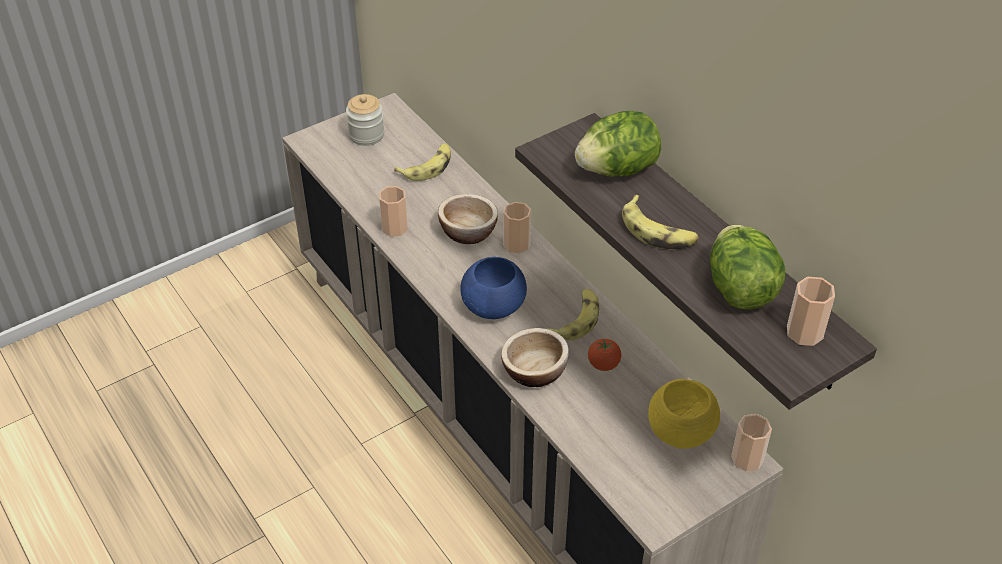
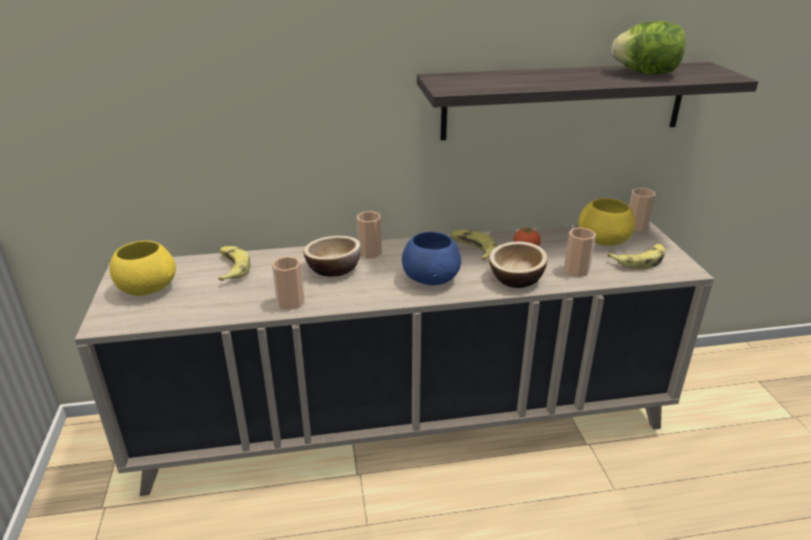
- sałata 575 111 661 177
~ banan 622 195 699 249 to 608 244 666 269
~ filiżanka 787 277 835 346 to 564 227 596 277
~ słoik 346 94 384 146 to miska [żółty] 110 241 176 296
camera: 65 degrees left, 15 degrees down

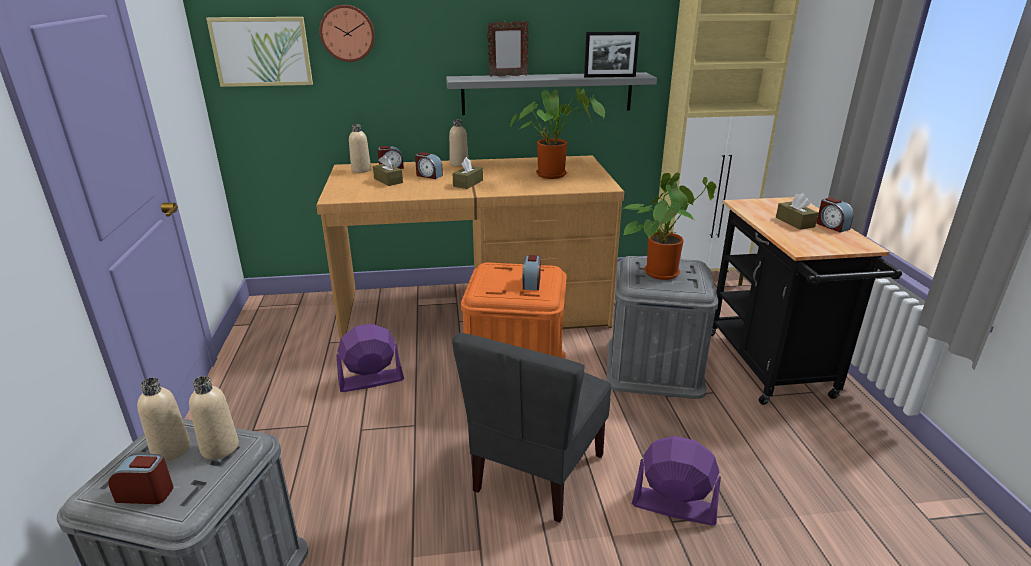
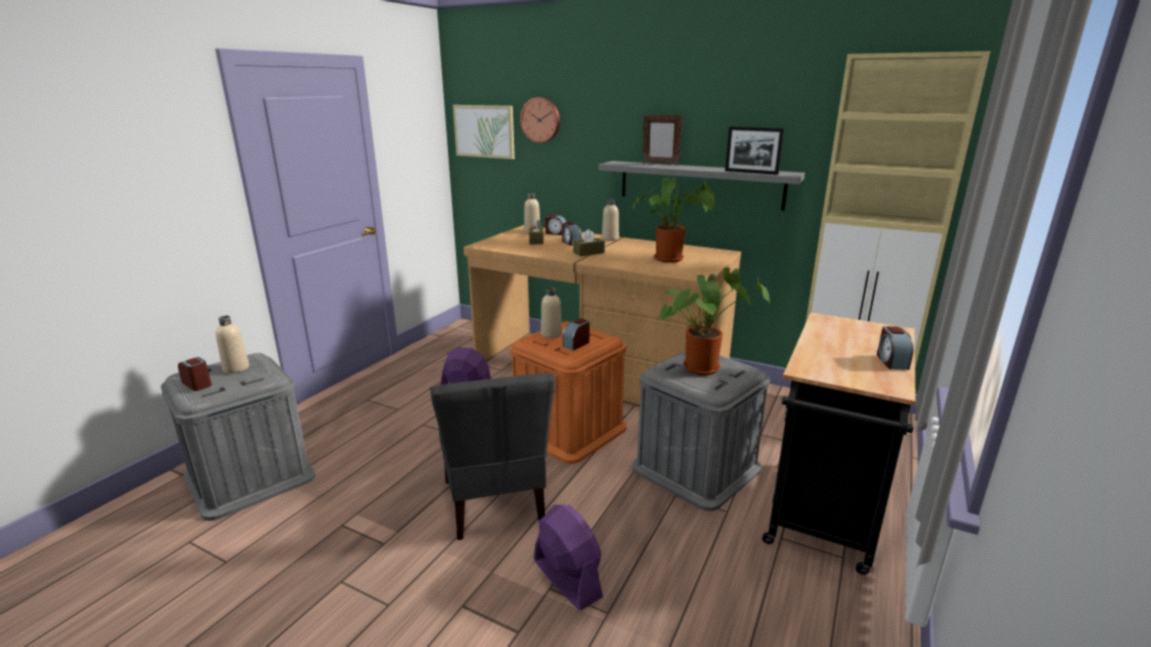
- pudełko chusteczek [brązowy] 776 193 818 230
~ butelka [beżowy] 189 376 239 460 to 541 287 562 338
~ krzesło [szary] 452 333 612 523 = 430 373 555 540 75 degrees counterclockwise
camera: 35 degrees right, 5 degrees down

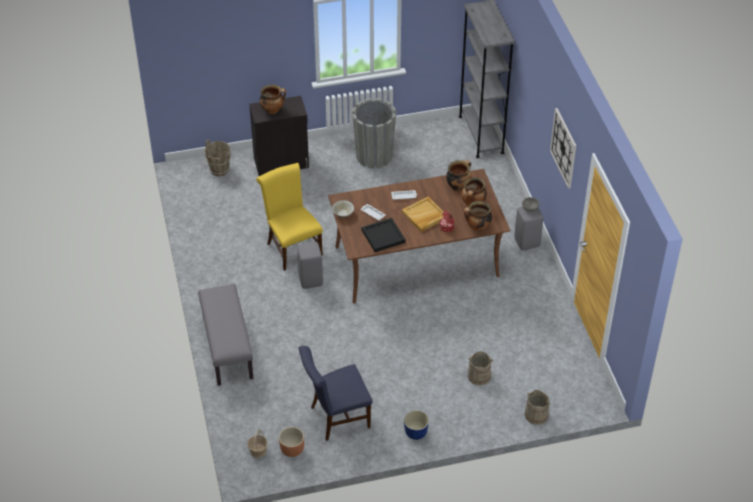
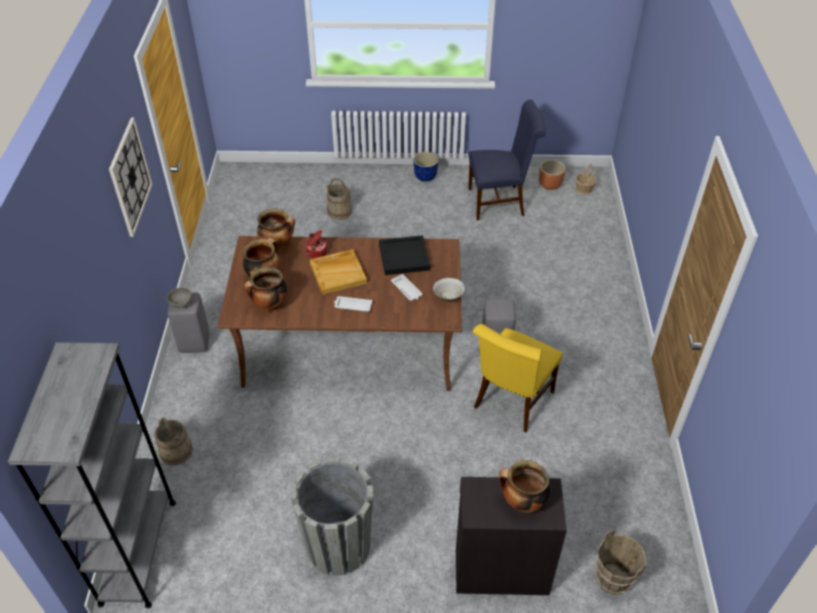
- ławka [szary] 198 284 253 386
~ wiadro [beżowy] 525 390 550 425 to 154 417 193 465
~ krzesło [żółty] 256 163 323 271 = 473 324 563 432 45 degrees clockwise
camera: 165 degrees left, 0 degrees up

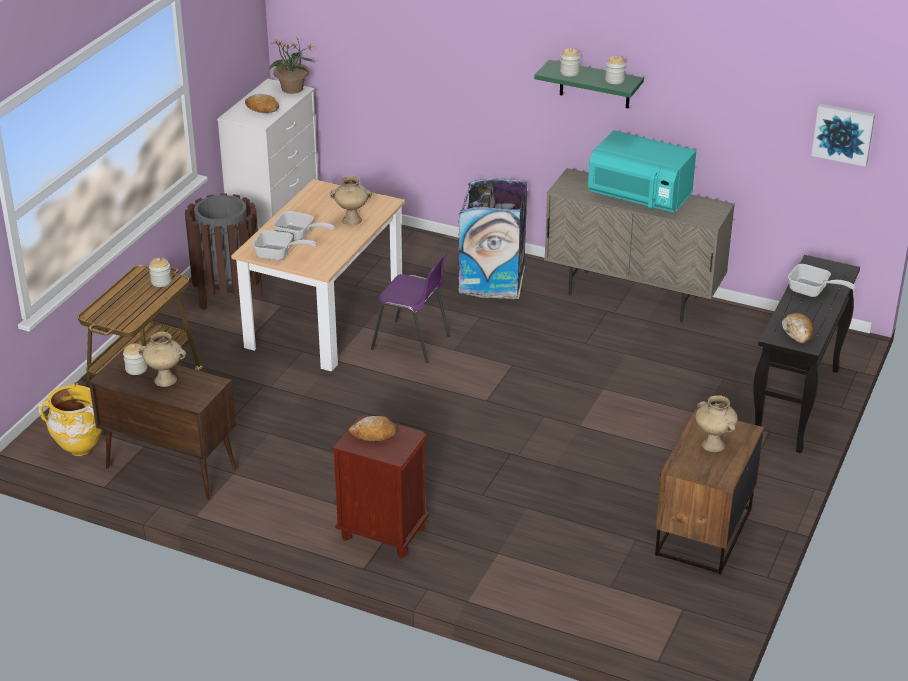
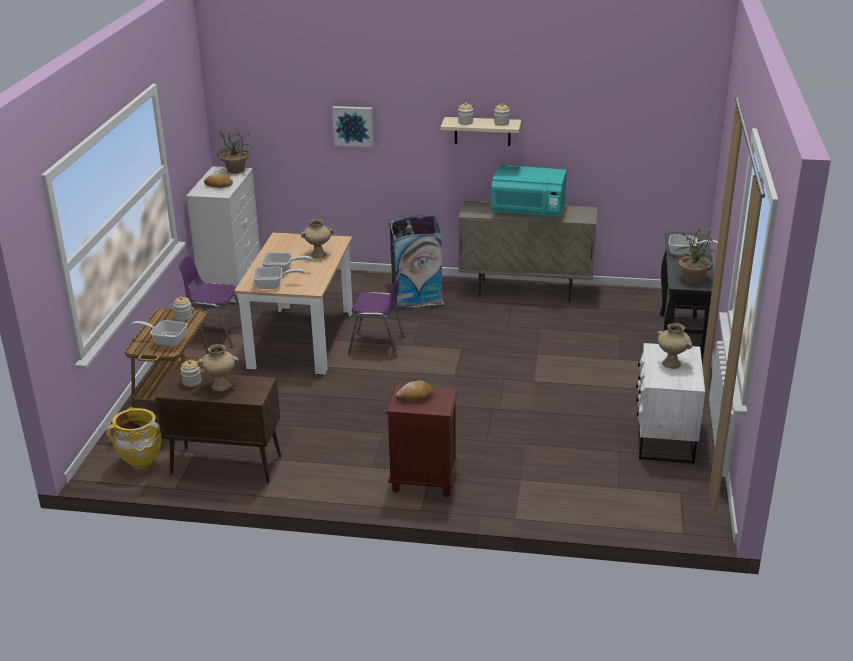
+ patelnia 132 320 188 346
~ obraz 811 104 875 167 to 332 106 374 147
~ kosz na śmieci [brązowy] 185 193 263 310 to krzesło [fioletowy] 179 255 240 348
~ chleb 782 313 813 344 to roślina doniczkowa 676 228 715 284
~ półka [zielony] 534 60 644 109 to półka [beżowy] 440 117 521 146
~ szafka nocna [brązowy] 655 410 764 575 to szafka nocna [biały] 636 343 705 464
camera: 15 degrees left, 5 degrees down

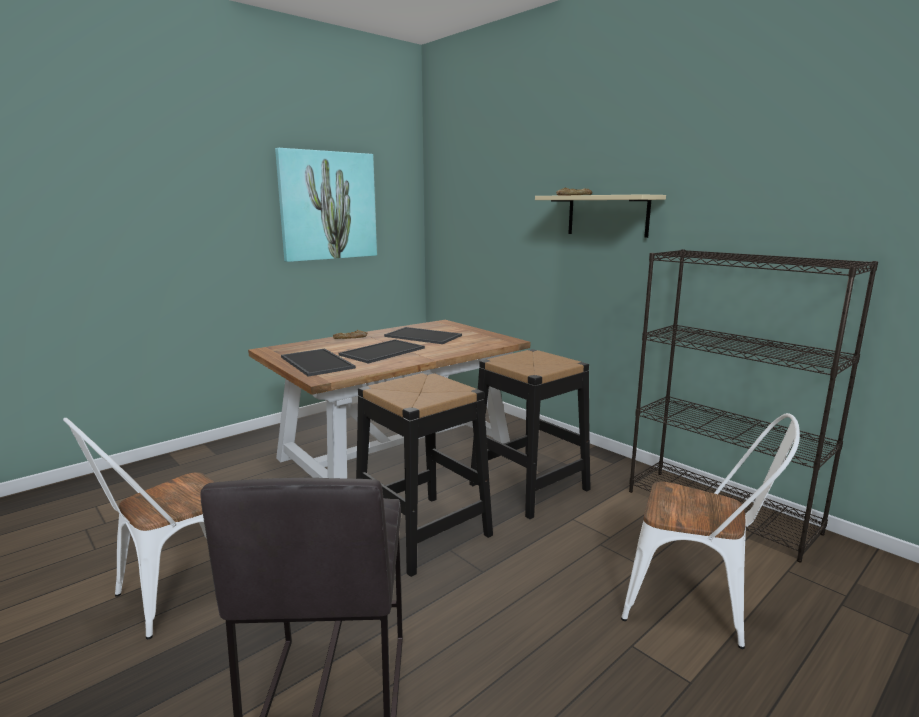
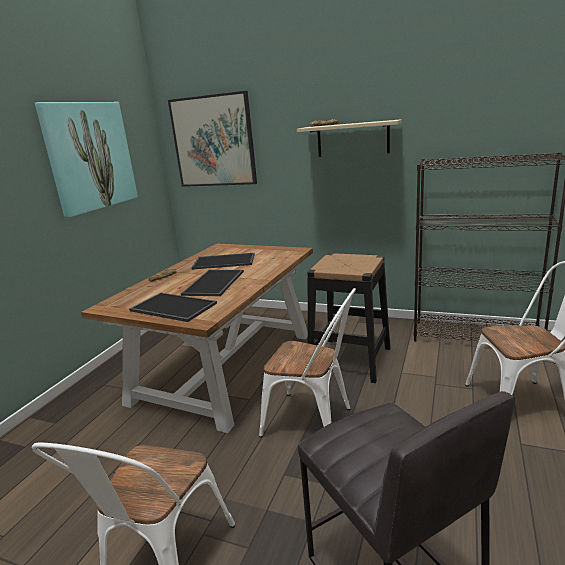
+ obraz 168 91 257 187
~ stołek [czarny] 356 372 493 577 to krzesło [biały] 259 288 356 438
camera: 25 degrees left, 5 degrees up

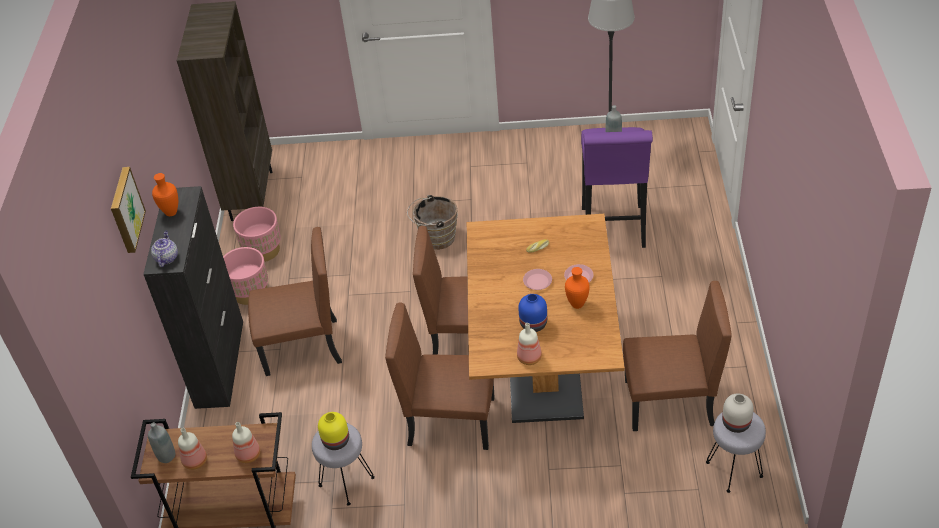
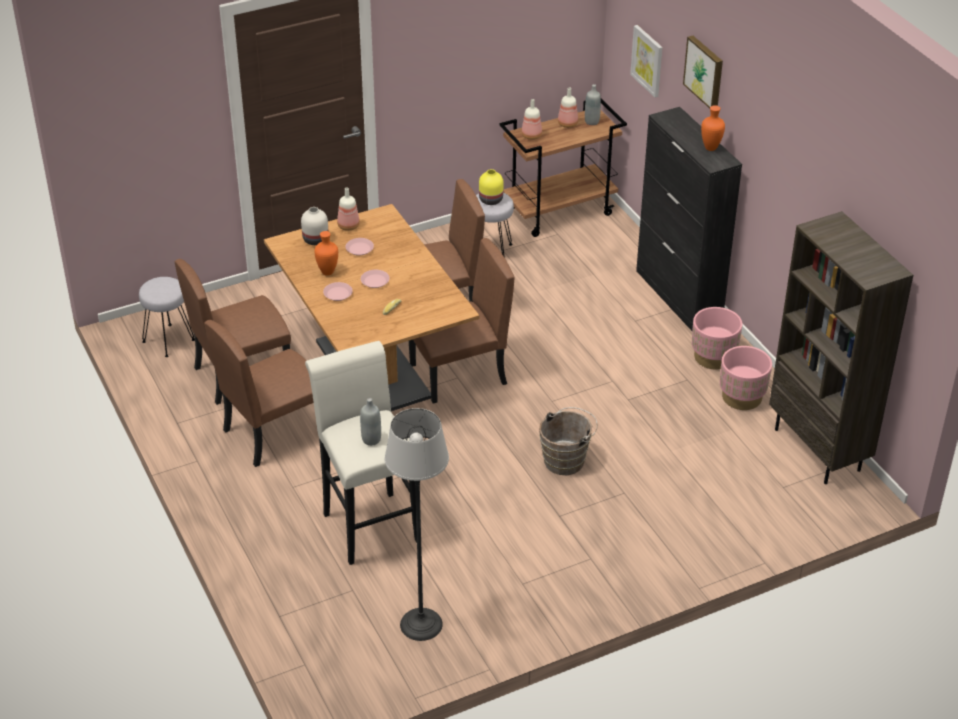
- imbryk 151 231 178 267
+ obraz 630 25 663 98
~ krzesło [brązowy] 248 227 342 376 to 204 320 314 467
~ wazon [biały] 722 394 754 433 to 301 207 328 245
~ wazon [niebieski] 518 294 547 332 to talerz [różowy] 345 238 374 256
~ stołek [fioletowy] 581 127 653 248 to stołek [biały] 305 341 417 565
camera: 150 degrees right, 5 degrees down

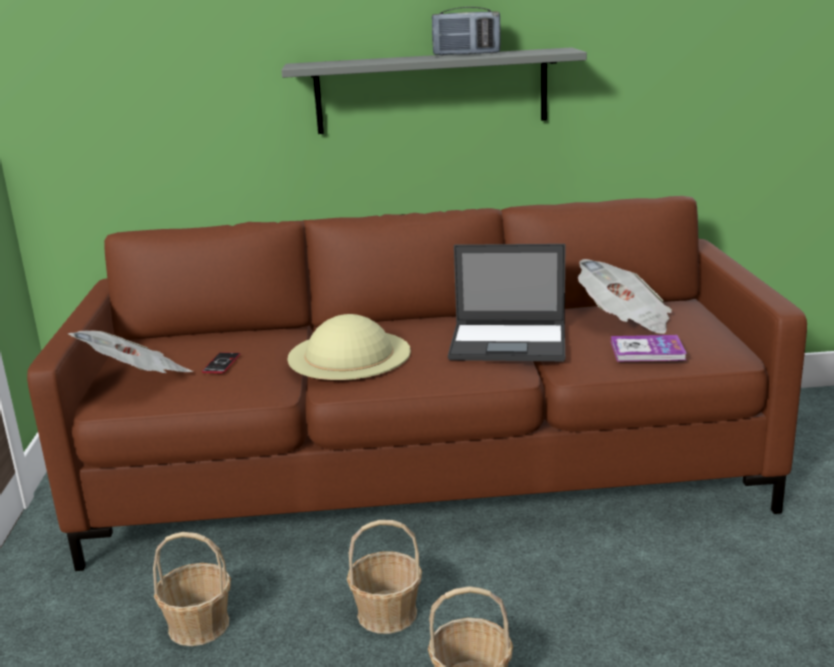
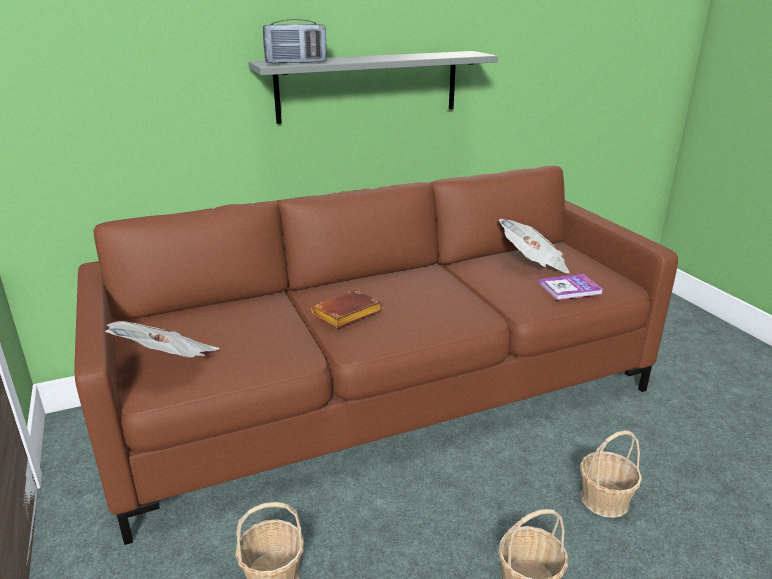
- telefon 202 352 240 373
- laptop 448 244 566 361
~ koszyk 347 520 422 634 to 580 430 642 518
~ radio 432 7 501 56 to 263 19 326 64
~ kapelusz [beżowy] 287 314 411 380 to książka [brązowy] 311 290 382 328
camera: 20 degrees left, 5 degrees up

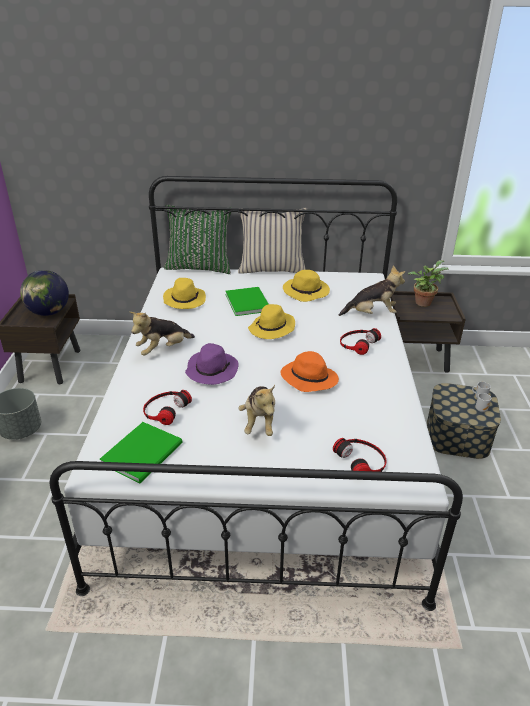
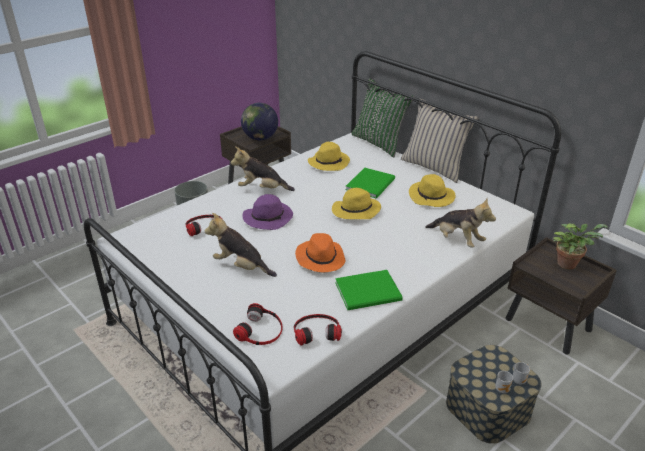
~ książka [zielony] 99 422 183 483 to 335 270 403 310
~ słuchawki 340 328 381 355 to 294 314 342 346
~ pluszak 239 385 275 436 = 205 213 277 277 75 degrees clockwise
camera: 45 degrees right, 0 degrees up

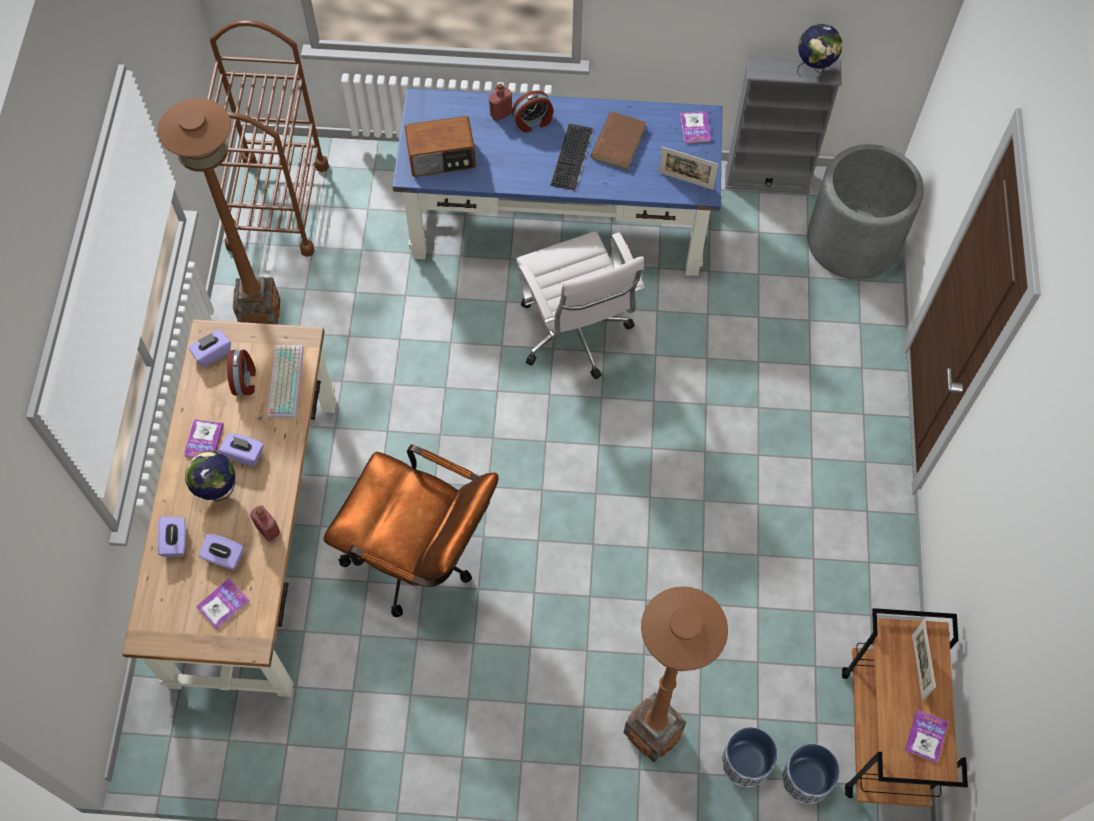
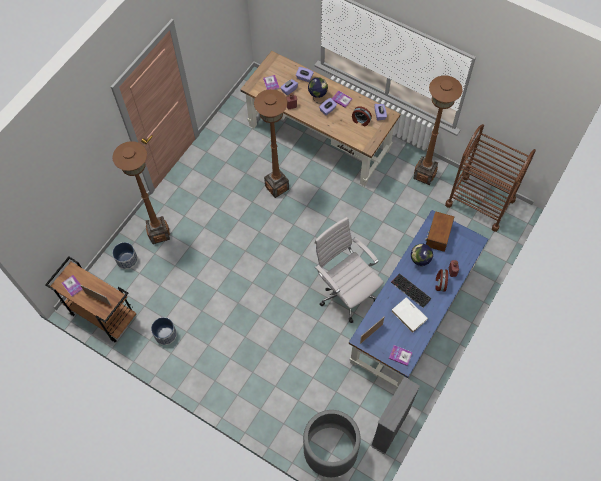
- klawiatura 267 345 304 418
~ donica 782 744 840 804 to 151 317 177 345
~ globus 797 24 842 78 to 411 244 433 267
~ krzesło biurowe [brązowy] 323 444 498 617 to lampa stojąca [brązowy] 254 89 289 198
~ książka [brązowy] 591 112 646 170 to książka [biały] 391 297 428 333
~ krzesło biurowe [biały] 516 231 644 379 = 315 217 384 323 45 degrees clockwise
camera: 120 degrees right, 0 degrees up

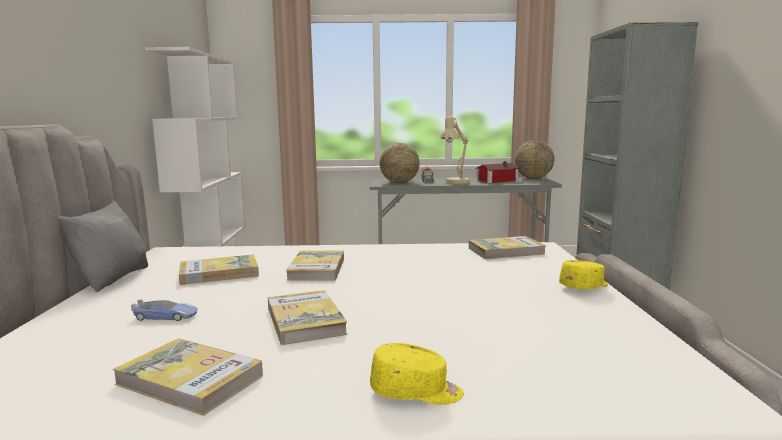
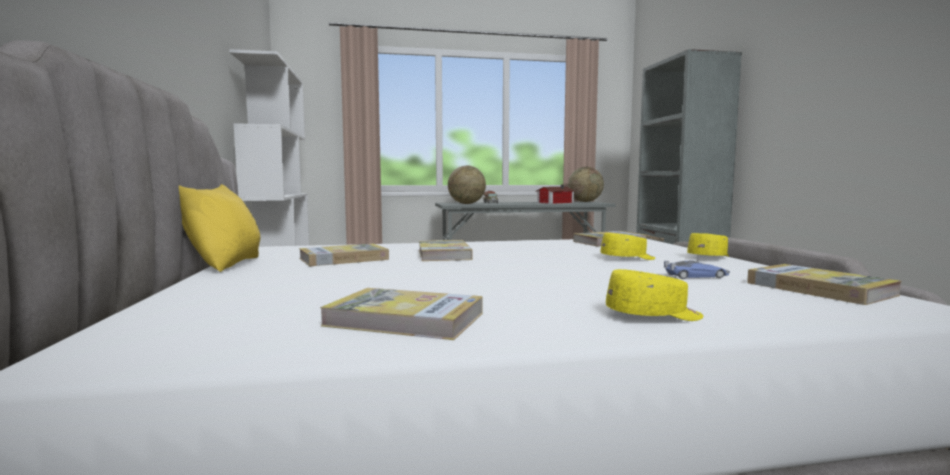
- lampa stołowa [beżowy] 440 115 470 185
+ czapka z daszkiem [żółty] 600 232 655 260
~ samochodzik 131 299 198 321 to 664 260 730 279
~ książka 268 290 348 345 to 747 264 901 305
~ poduszka [szary] 58 201 148 292 to poduszka [żółty] 179 184 261 272
camera: 10 degrees left, 5 degrees down

